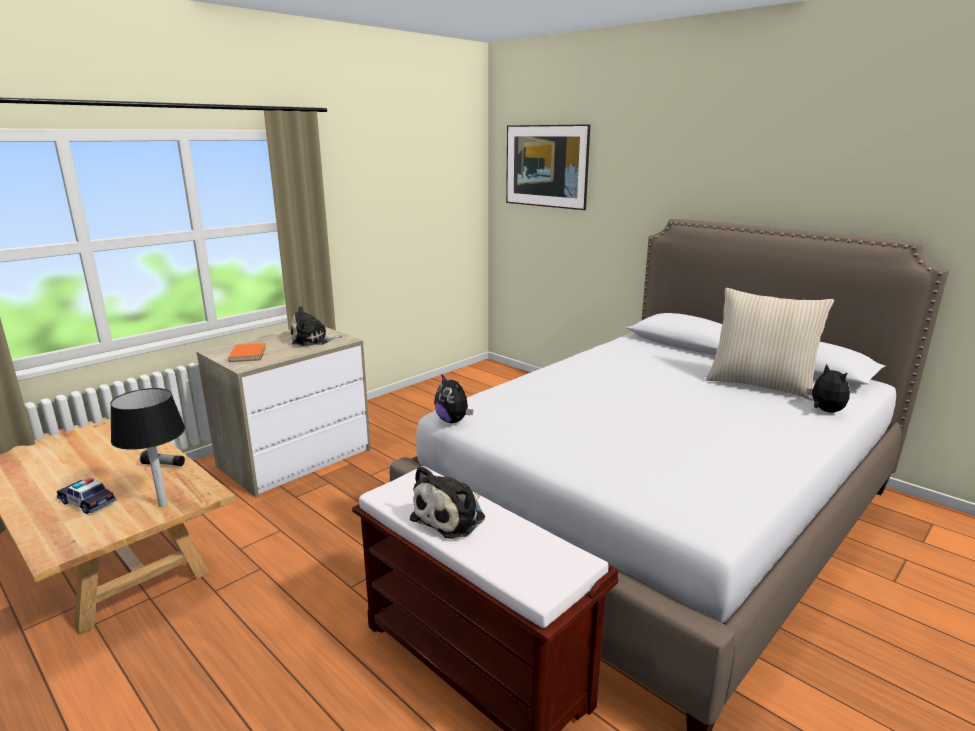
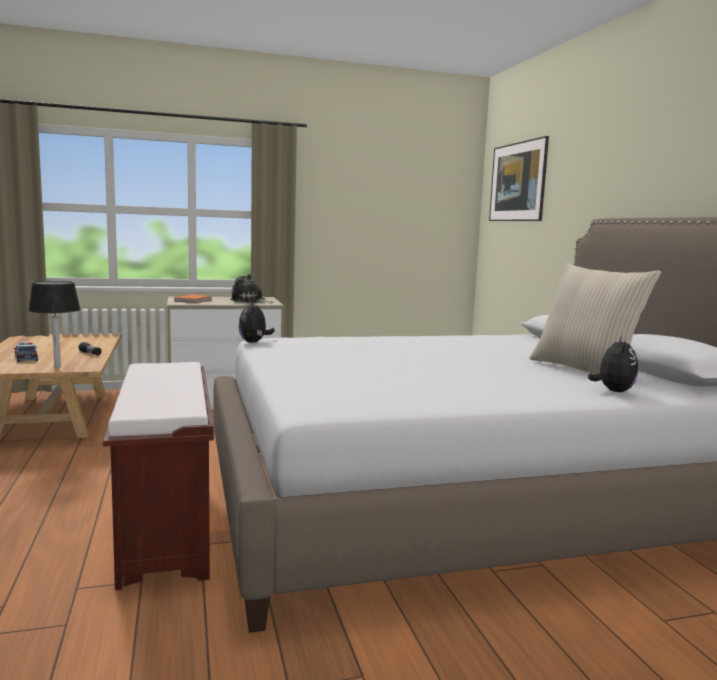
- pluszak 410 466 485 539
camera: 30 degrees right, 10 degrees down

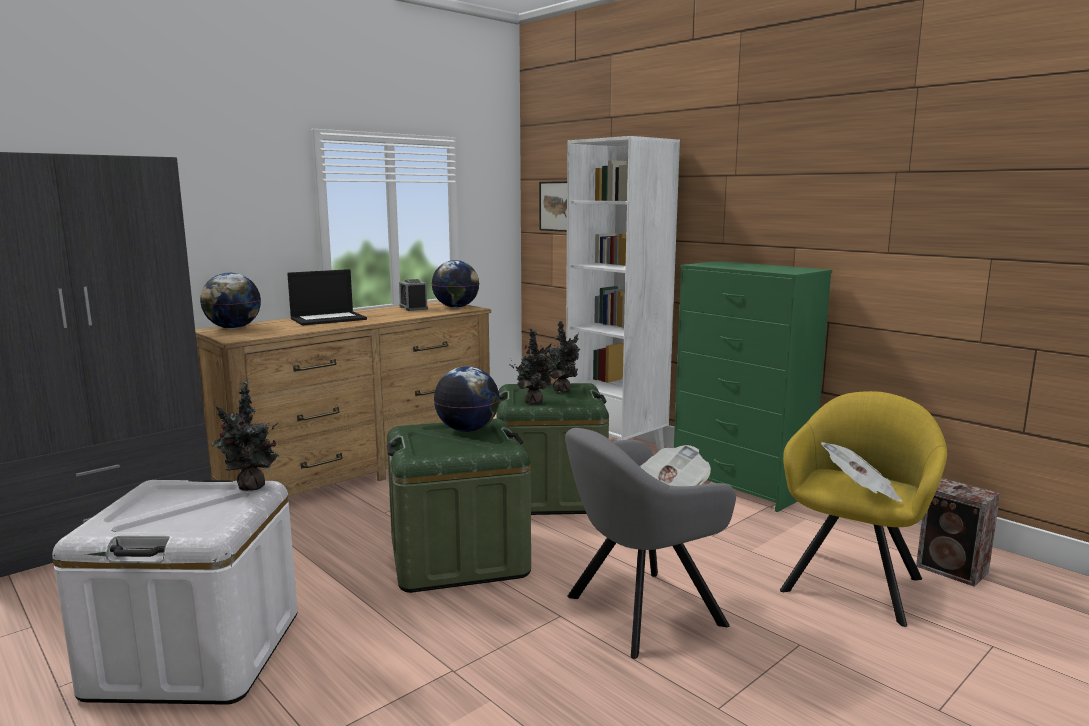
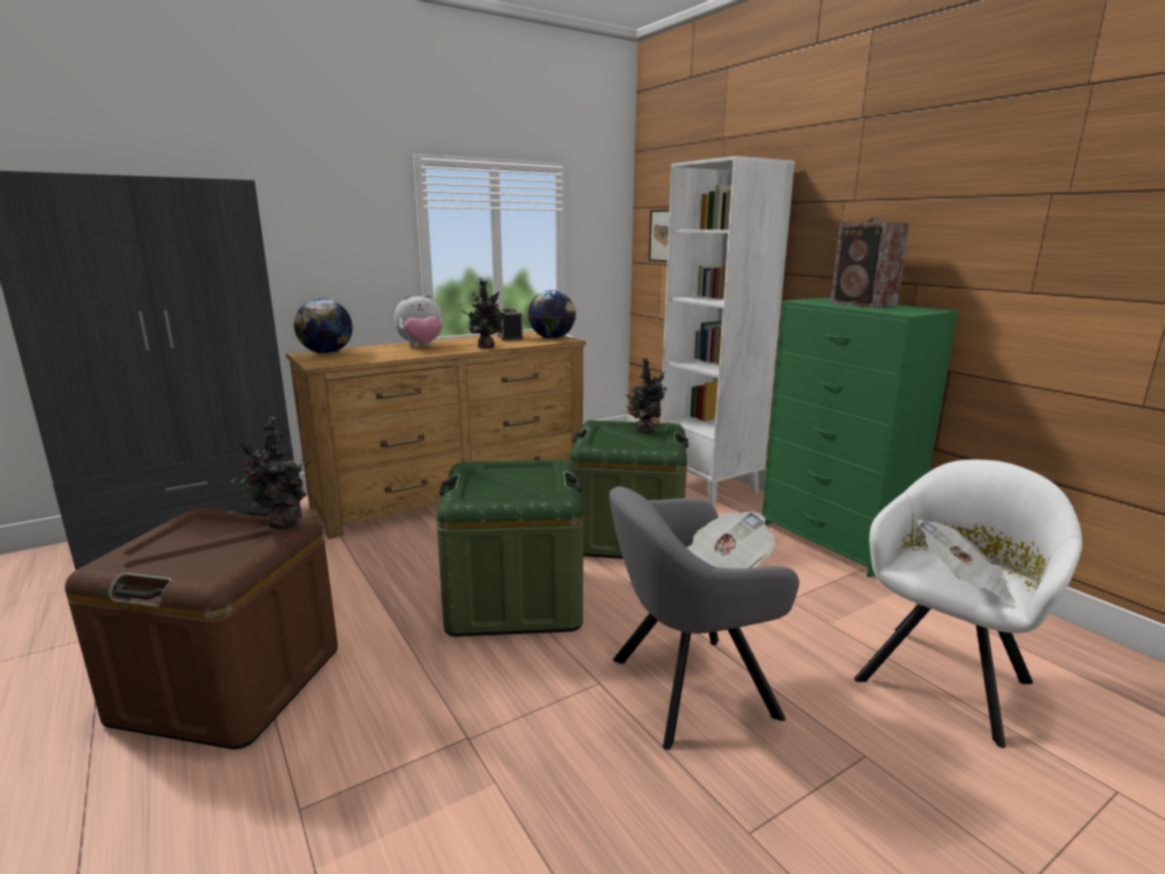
- globus 434 366 500 432
~ roślina doniczkowa 509 329 560 404 to 461 278 511 348
~ głośnik 916 478 1000 587 to 831 218 910 308
~ laptop 287 269 367 326 to pluszak 394 294 443 347
~ pojemnik do przechowywania [biały] 52 480 298 705 to pojemnik do przechowywania [brązowy] 65 508 338 749
~ fotel [żółty] 780 391 947 627 to fotel [biały] 854 460 1082 748
camera: 10 degrees right, 5 degrees up

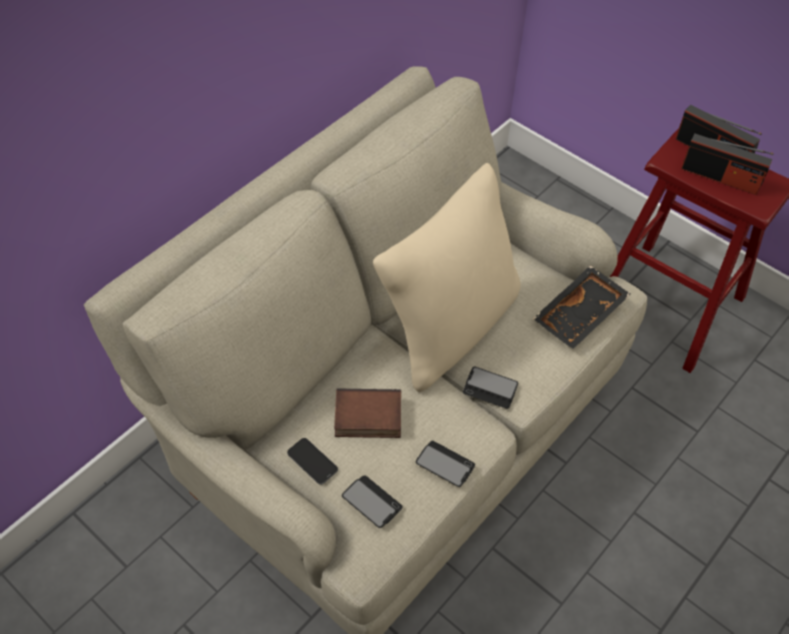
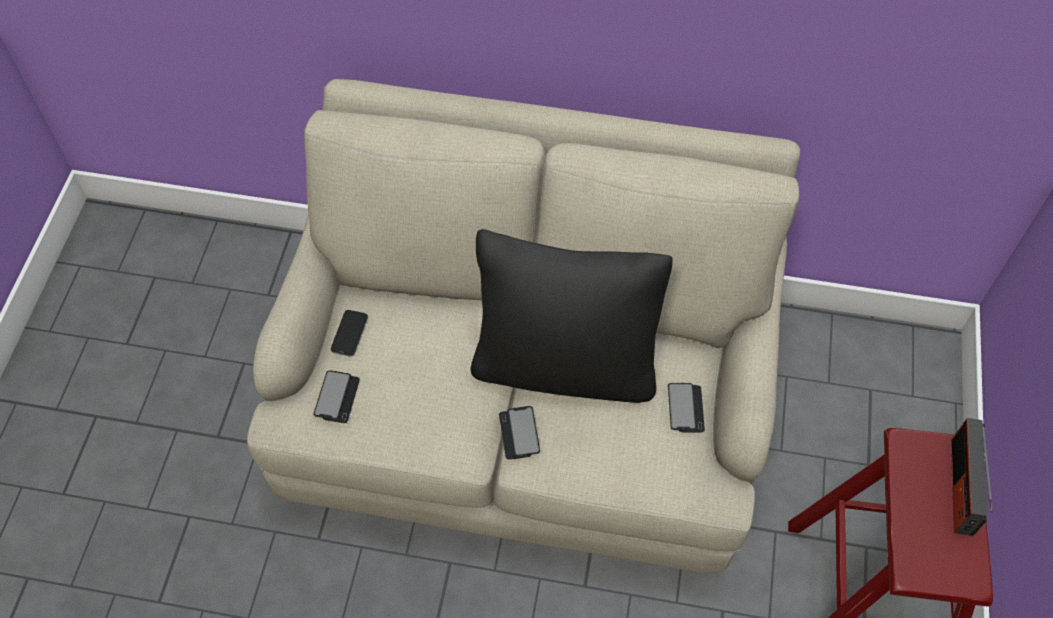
- książka 334 388 401 438
- taca [czarny] 533 266 630 349
- radio 681 133 774 195
~ telefon 416 441 475 487 to 668 383 705 432
~ poduszka [beżowy] 373 163 521 392 to poduszka [czarny] 470 229 673 403
camera: 60 degrees right, 5 degrees up

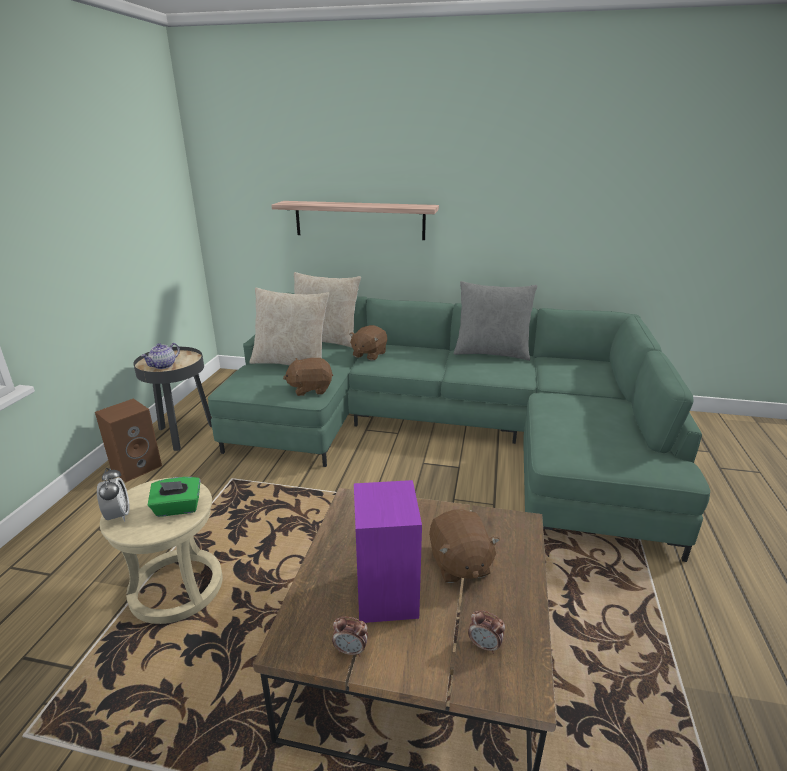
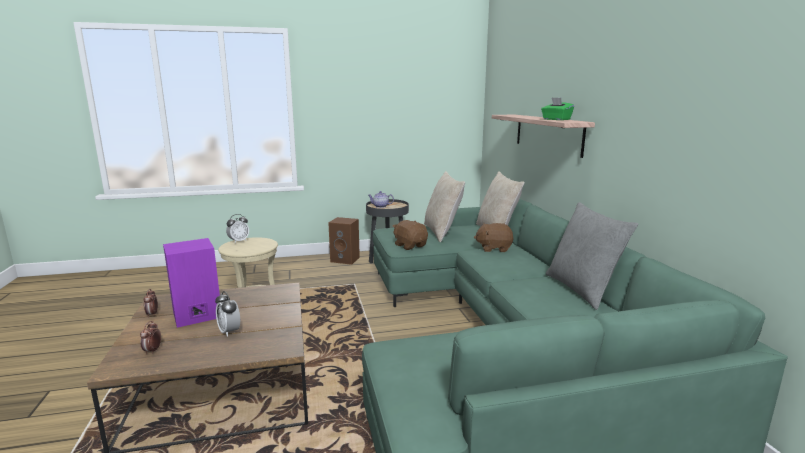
~ pudełko chusteczek [zielony] 148 477 201 517 to 541 98 574 120
~ pluszak [brązowy] 429 509 500 583 to budzik 215 291 240 337
camera: 65 degrees right, 10 degrees down

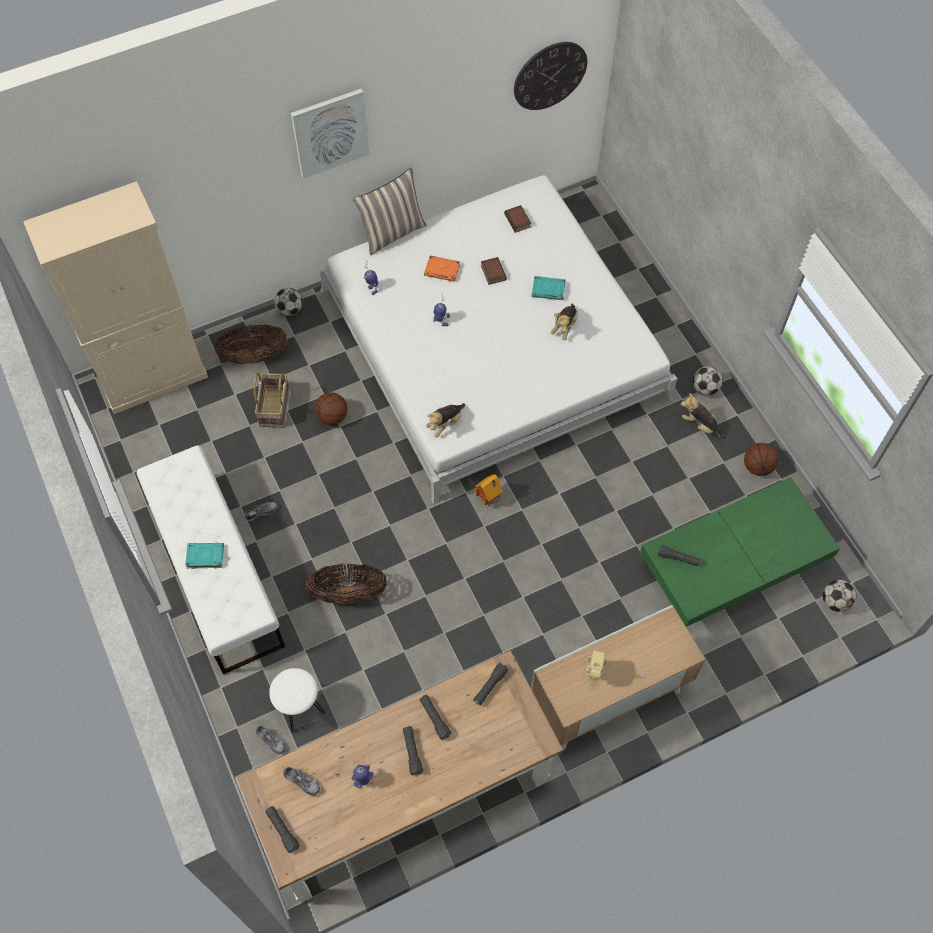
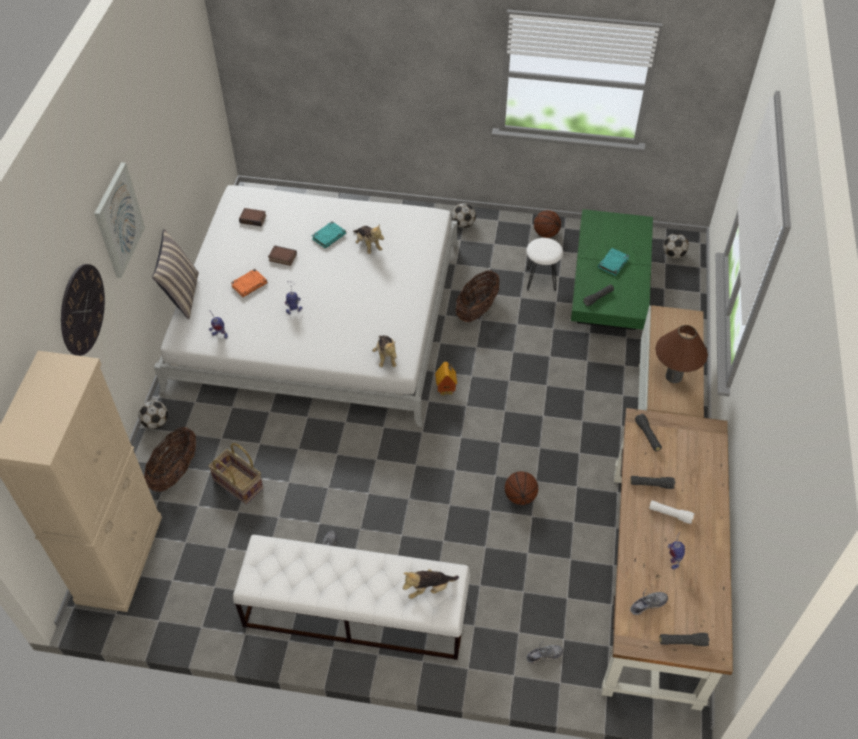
~ książka [turkusowy] 185 543 224 569 to 598 248 629 276
~ stołek [biały] 269 668 325 733 to 526 238 563 291
~ koszyk 306 563 387 604 to 456 271 499 322
~ piłka do koszykówki 315 392 347 425 to 505 471 538 505
~ zegar ścienny 514 42 587 110 to 61 264 105 356
~ pluszak 681 393 726 439 to 403 569 459 599
~ robot zabawkowy 586 651 607 681 to lampa stołowa [brązowy] 655 325 708 383
~ latarka [czarny] 403 726 423 775 to latarka [biały] 649 500 694 524
camera: 55 degrees left, 10 degrees down

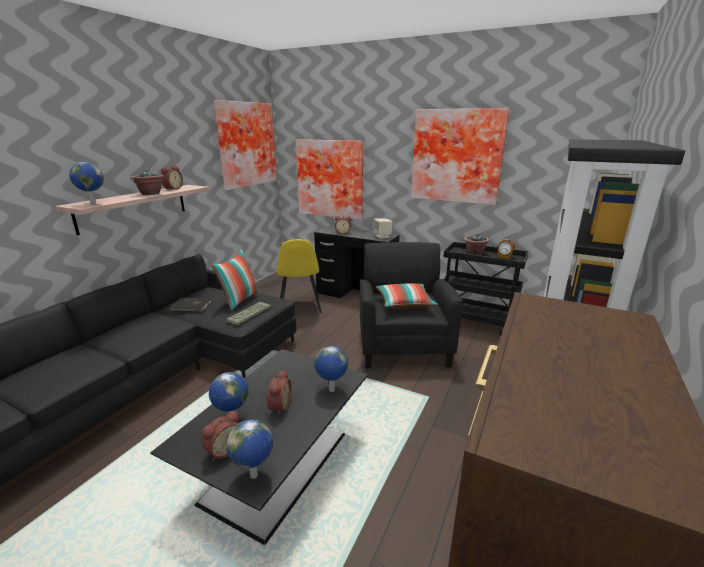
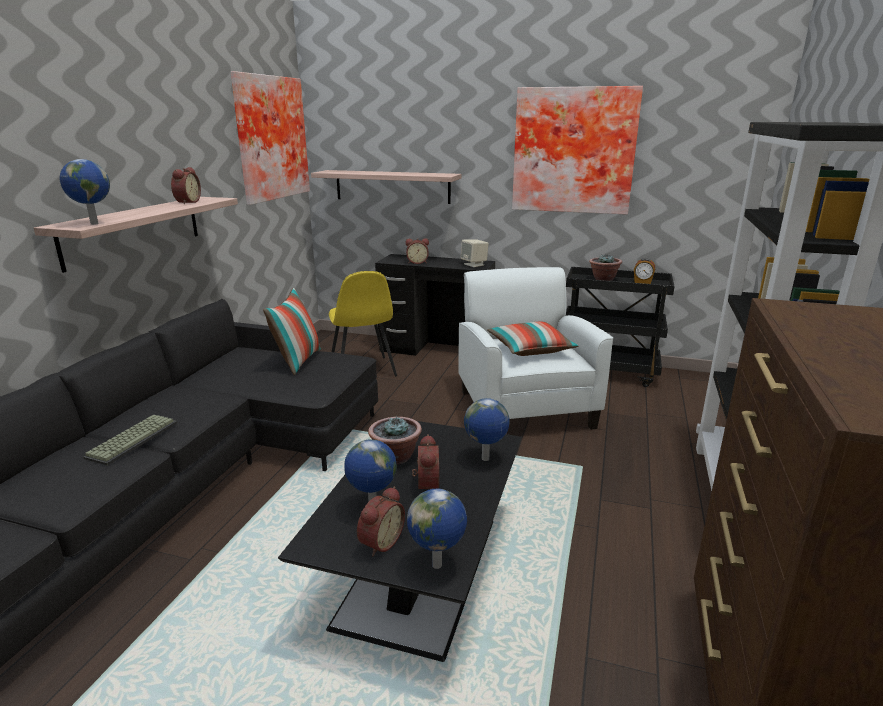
- książka [czarny] 169 298 211 312
~ roślina doniczkowa 131 169 164 195 to 368 416 422 465
~ klawiatura 225 302 273 326 to 83 415 177 466
~ obraz 295 139 363 220 to półka 311 170 461 204
~ fotel [czarny] 360 242 463 368 to fotel [biały] 458 267 613 430
camera: 10 degrees left, 0 degrees up

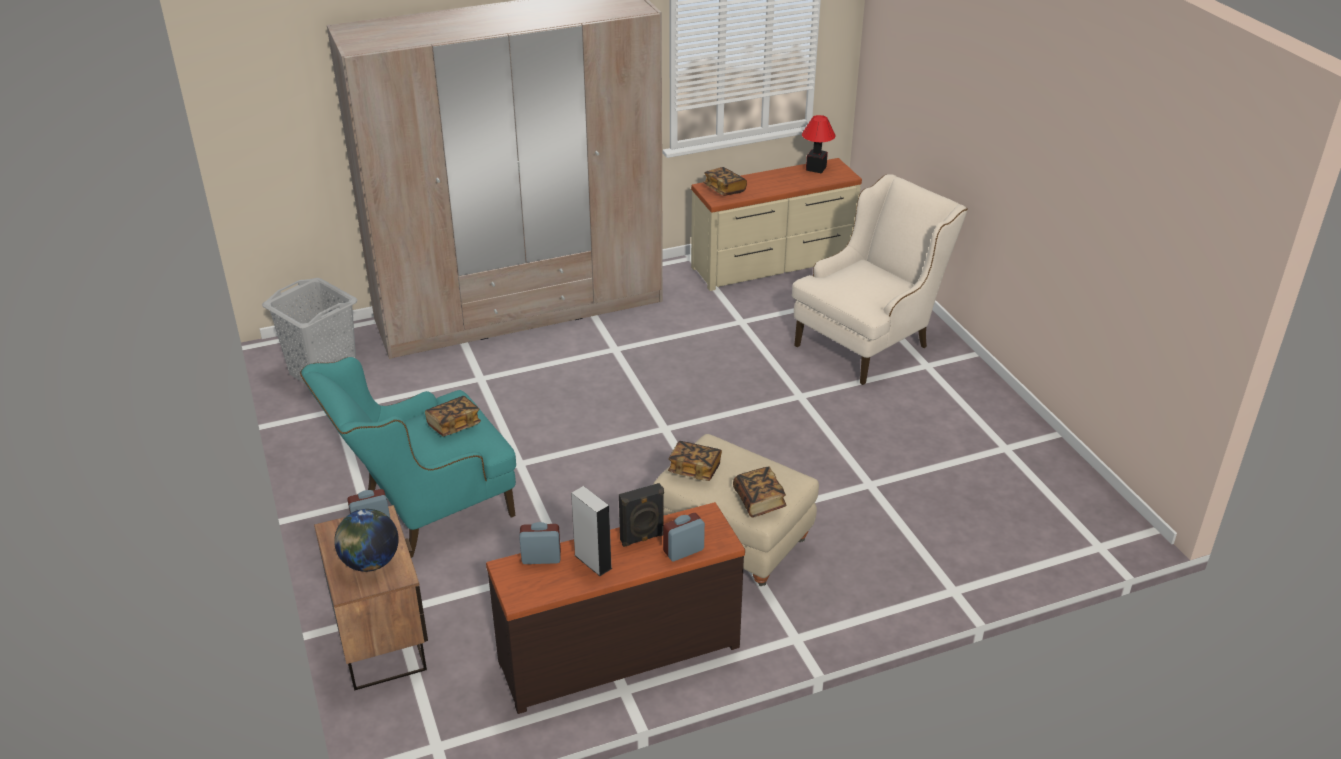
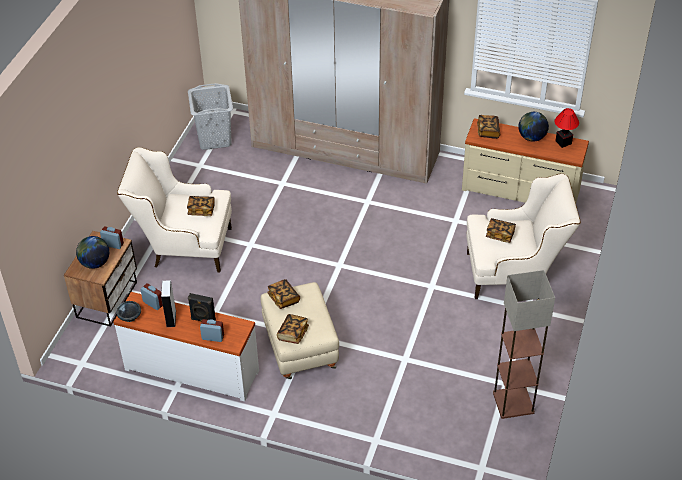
+ miska [czarny] 116 301 141 322
+ książka 486 218 516 243
+ lampa stojąca 493 270 555 419
+ globus 518 112 549 142
~ fotel [turkusowy] 300 357 516 558 to fotel [beżowy] 117 147 232 273
~ komoda [brązowy] 486 502 745 714 to komoda [biały] 113 292 259 402
camera: 40 degrees right, 10 degrees up

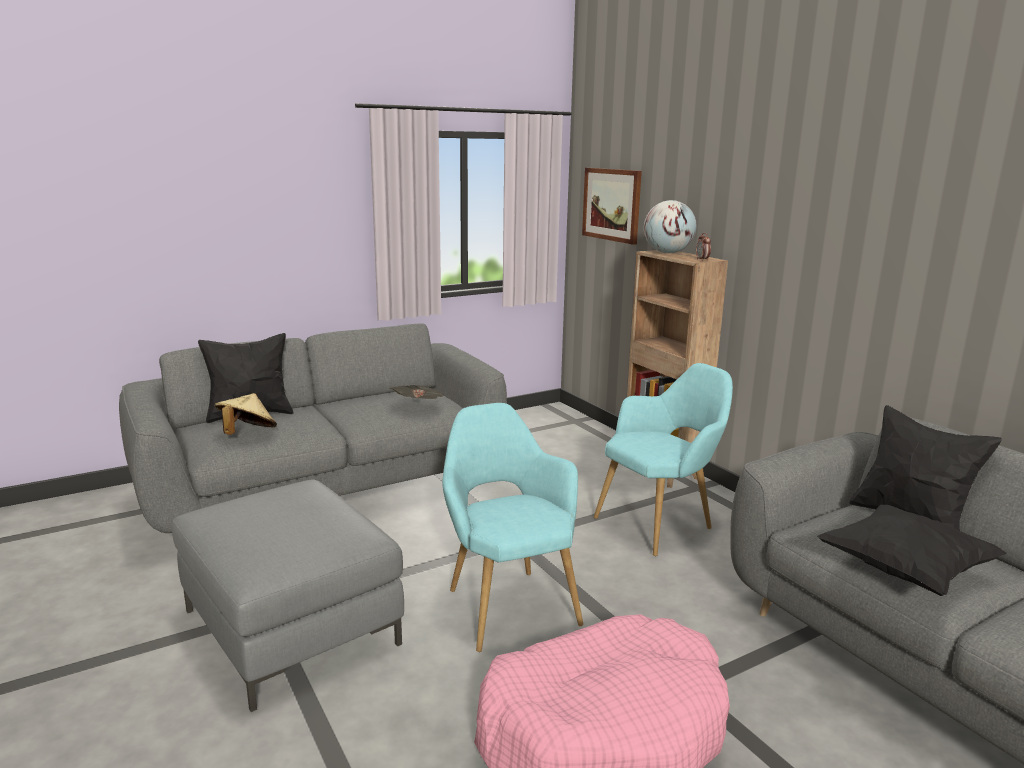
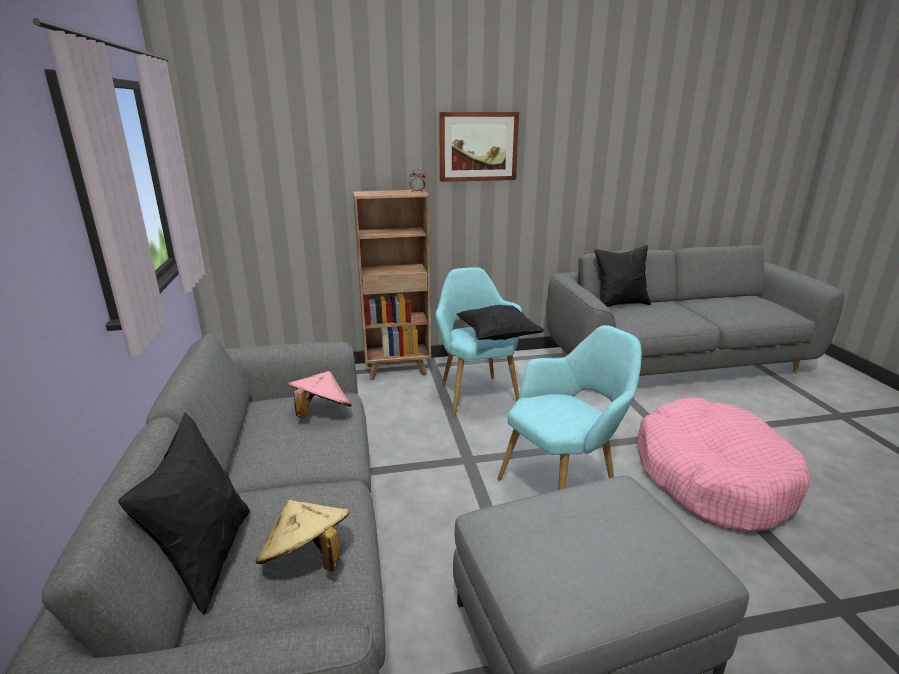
- globus 644 200 696 253
~ obraz 582 168 642 245 to 439 112 519 182
~ poduszka [czarny] 817 505 1007 596 to 456 305 545 340
~ gazeta 389 385 444 399 to kapelusz [różowy] 288 371 352 418
~ fotel [turkusowy] 442 403 583 652 = 497 325 642 490 150 degrees clockwise
camera: 70 degrees left, 5 degrees up

